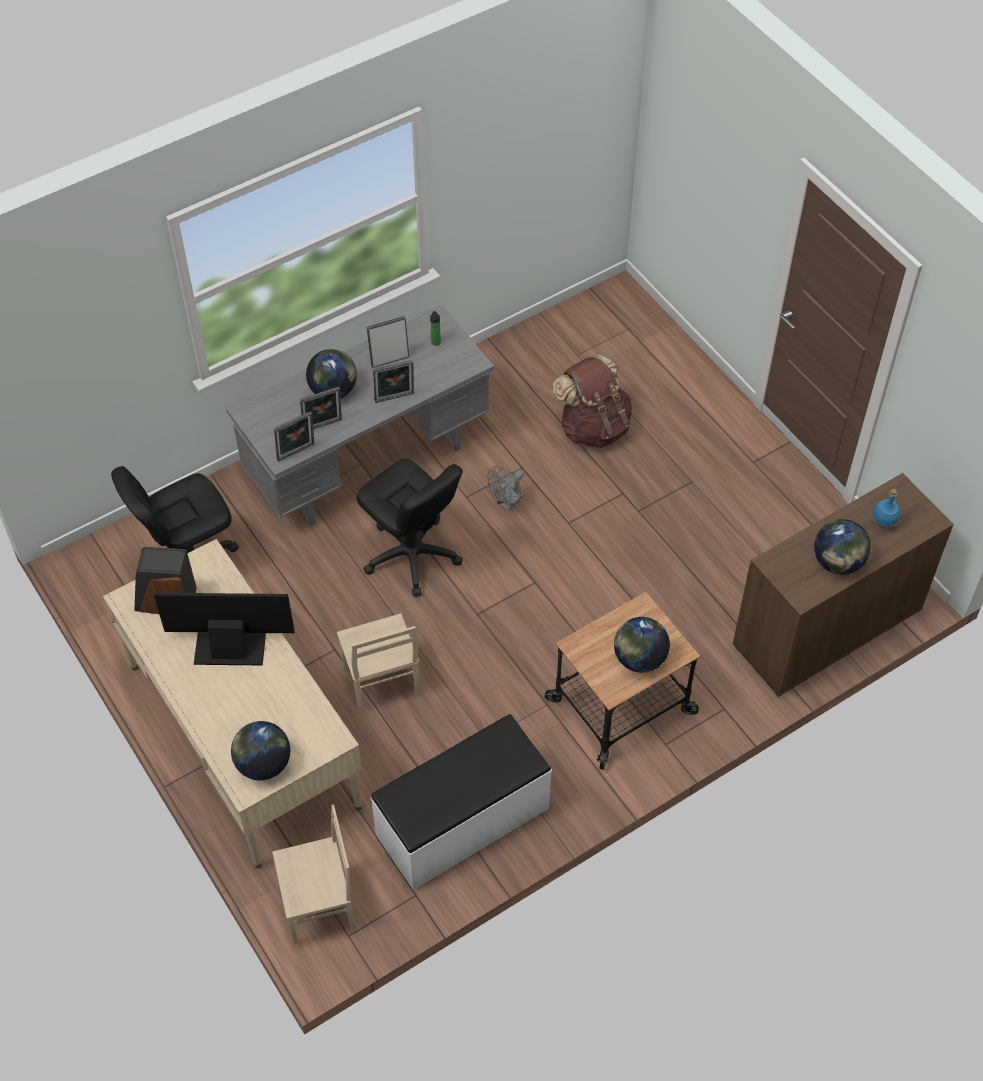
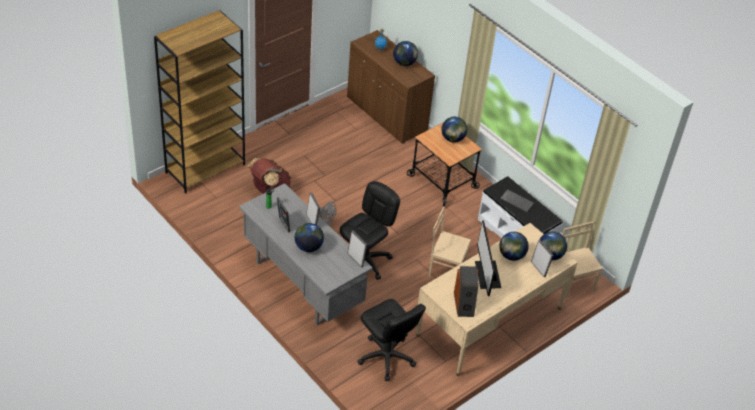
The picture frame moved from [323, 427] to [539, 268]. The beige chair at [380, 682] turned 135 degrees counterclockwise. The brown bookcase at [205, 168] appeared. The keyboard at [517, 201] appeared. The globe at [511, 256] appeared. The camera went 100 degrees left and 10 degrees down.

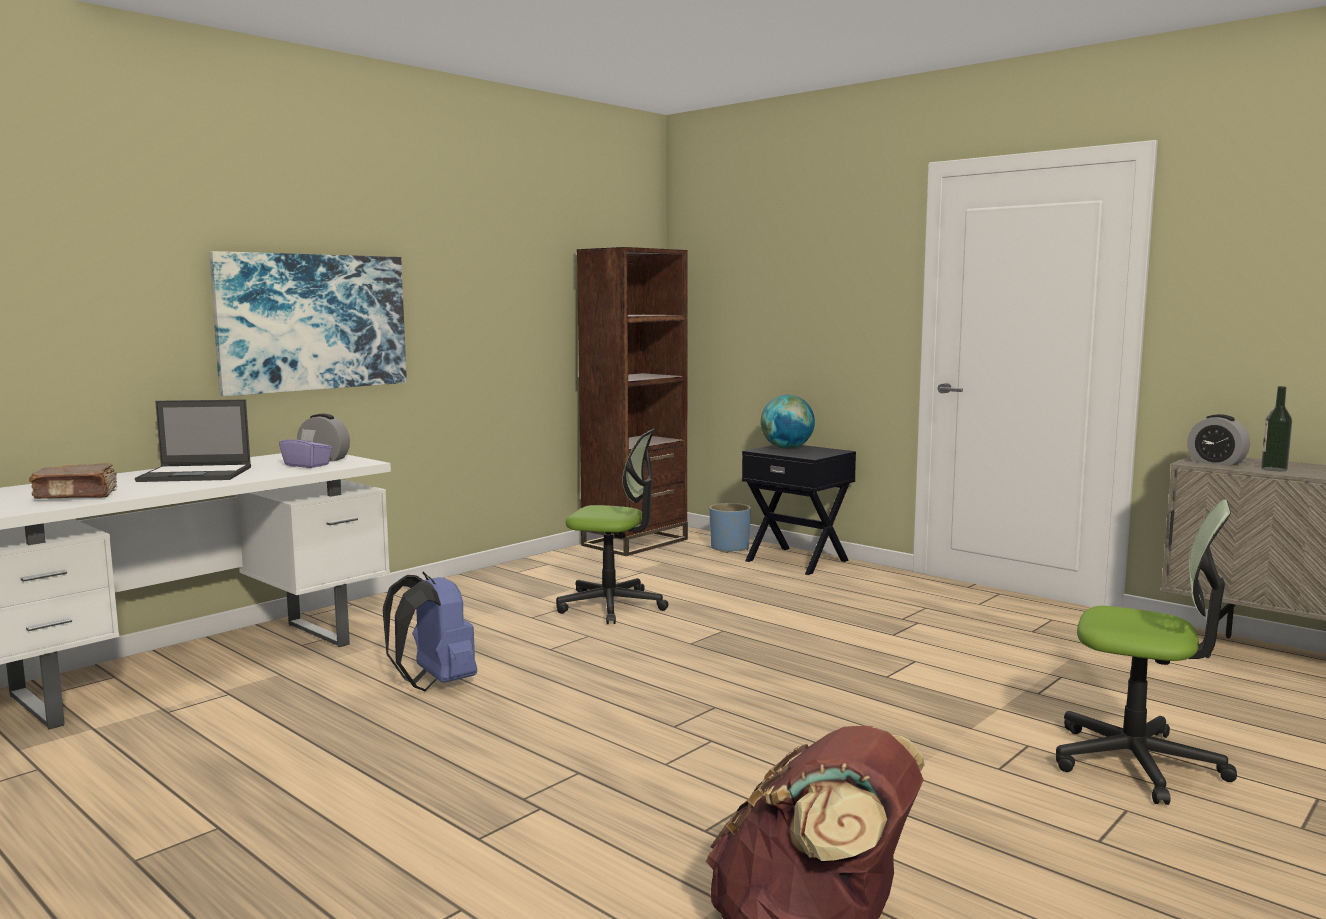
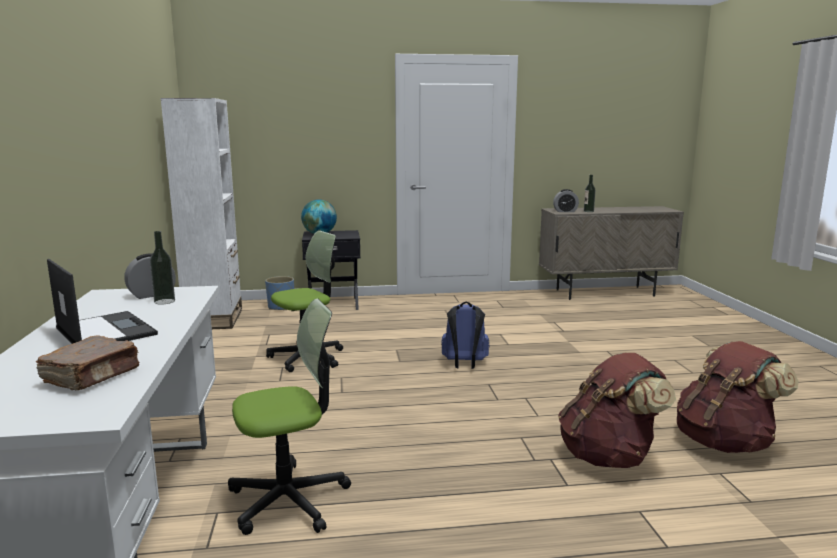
The brown bookcase at [635, 542] became the white bookcase at [214, 319]. The picture at [313, 322] disappeared. The laptop at [197, 474] turned 75 degrees counterclockwise. The purple tissue box at [307, 465] was replaced by the bottle at [164, 301]. The office chair moved from [1137, 762] to [289, 500]. The blue backpack moved from [435, 683] to [464, 365]. The brown backpack at [609, 457] appeared. The camera went 50 degrees left and 5 degrees up.

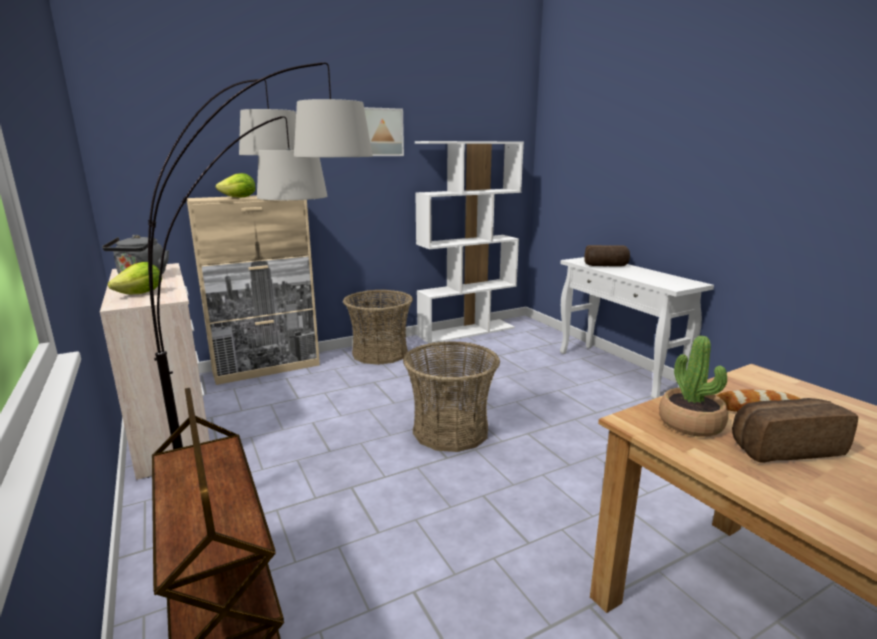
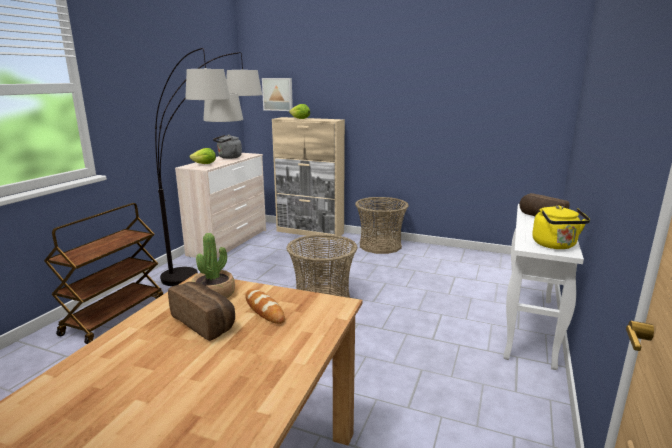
The picture moved from [380, 132] to [278, 94]. The white bookcase at [467, 331] disappeared. The yellow kettle at [555, 245] appeared. The camera went 50 degrees right and 0 degrees up.

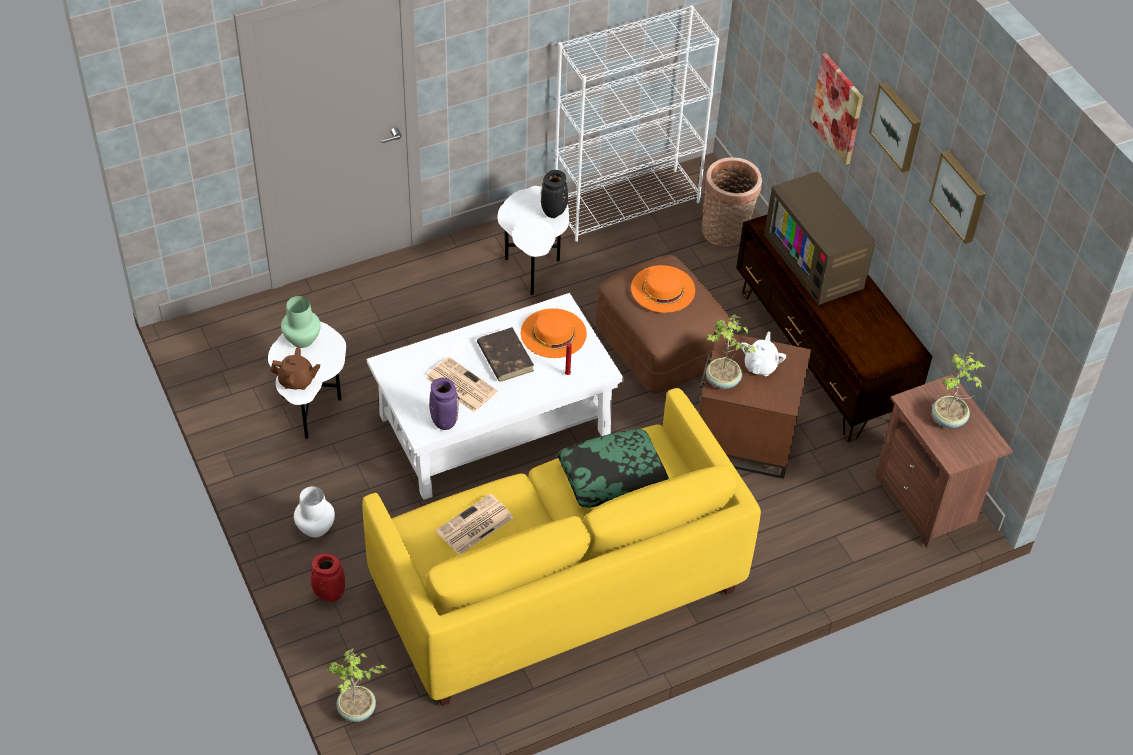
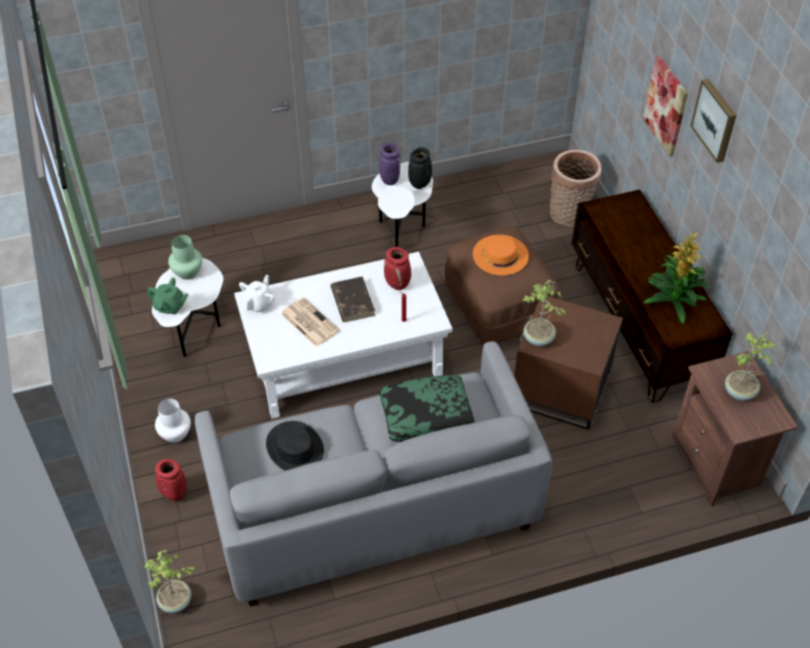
The white bookcase at [627, 204] disappeared. The picture at [960, 196] disappeared. The television at [817, 261] disappeared. The orange hat at [553, 333] was replaced by the red vase at [398, 285]. The white teapot moved from [760, 366] to [258, 304]. The brown teapot at [296, 381] became the green teapot at [170, 306]. The purple vase moved from [443, 421] to [389, 179]. The yellow sofa at [557, 586] became the grey sofa at [372, 507]. The newspaper at [474, 525] was replaced by the black hat at [294, 448]. The potted plant at [674, 299] appeared. The camera went 10 degrees right and 0 degrees up.

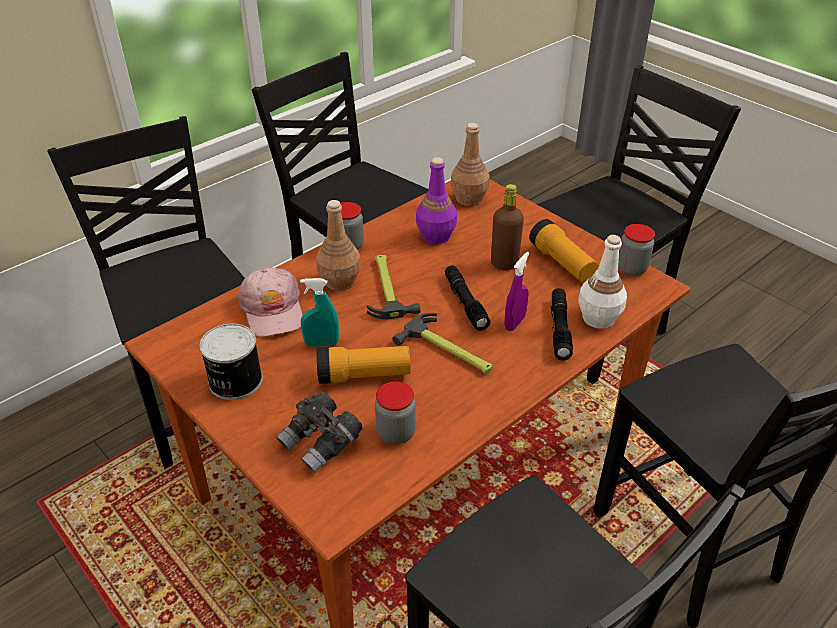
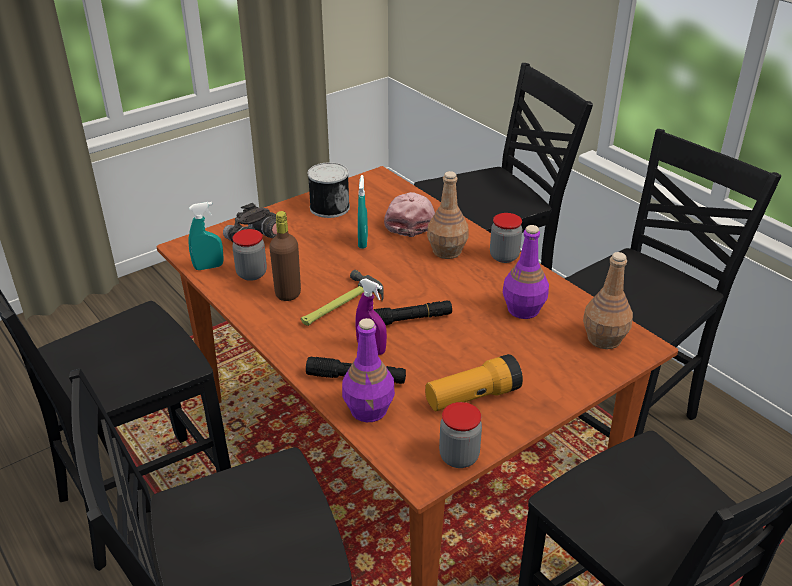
The brown bottle moved from [504, 263] to [288, 294]. The white bottle at [598, 318] became the purple bottle at [369, 410]. The hammer at [387, 288] disappeared. The pink cap at [273, 310] turned 105 degrees clockwise. The flashlight at [364, 375] disappeared. The turquoise spray bottle at [208, 267] appeared. The camera went 95 degrees right and 5 degrees down.

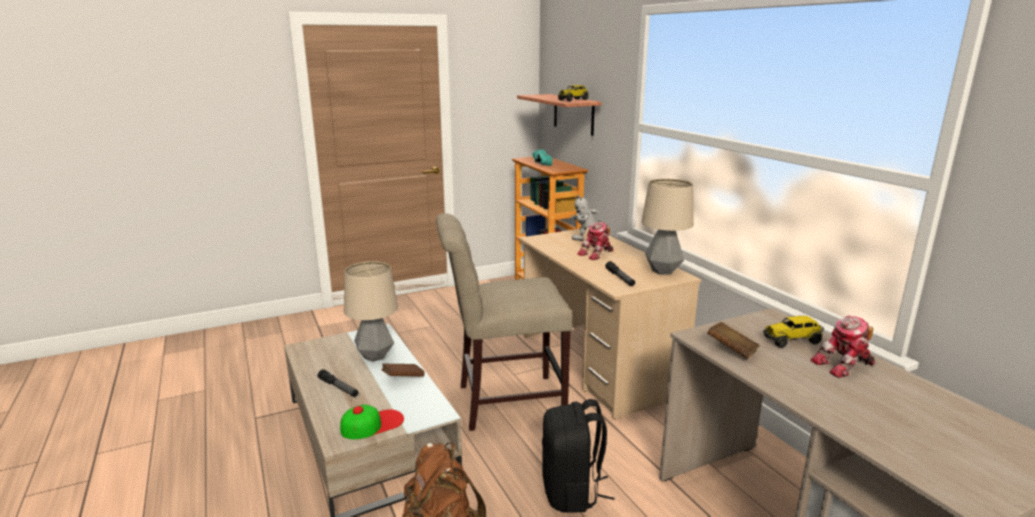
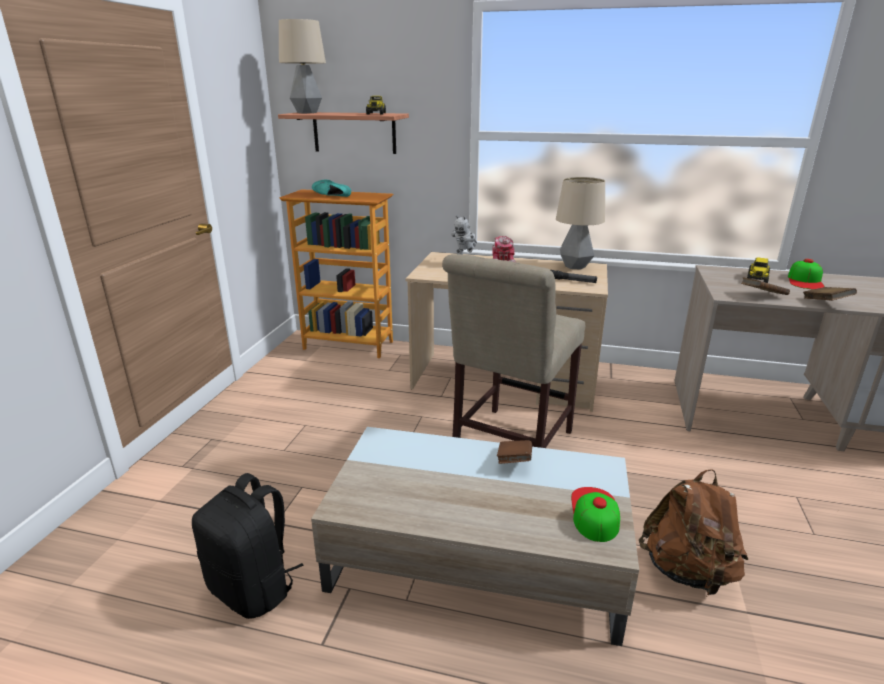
The table lamp moved from [375, 356] to [307, 112]. The toy robot at [845, 365] was replaced by the cap at [805, 281]. The flashlight at [338, 388] disappeared. The black backpack moved from [572, 492] to [254, 588]. The brown book at [825, 303] appeared. The camera went 50 degrees left and 5 degrees up.

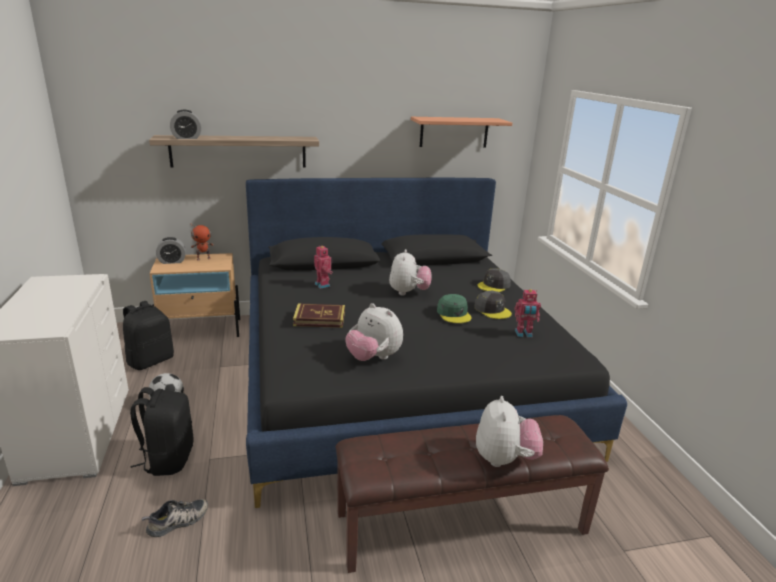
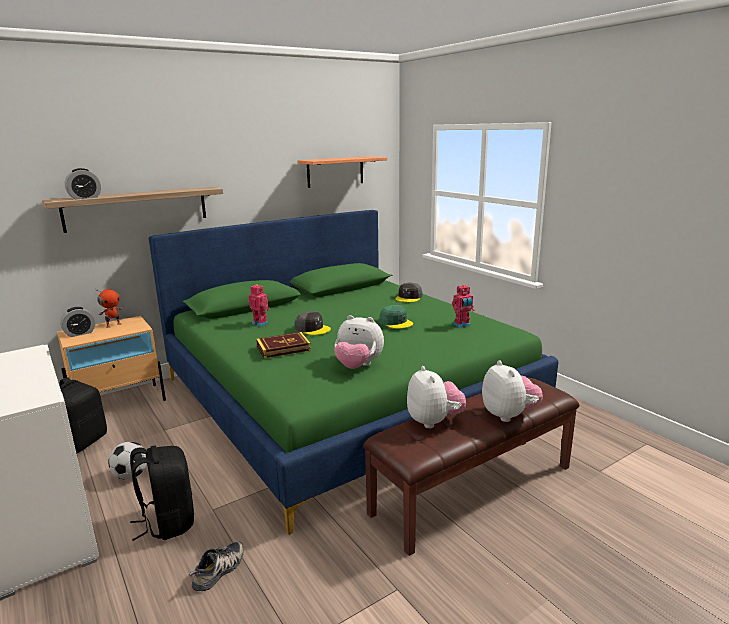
The black bed at [398, 375] became the green bed at [345, 396]. The plush toy moved from [408, 292] to [434, 421]. The grey cap moved from [492, 310] to [312, 329]. The camera went 20 degrees left and 5 degrees down.

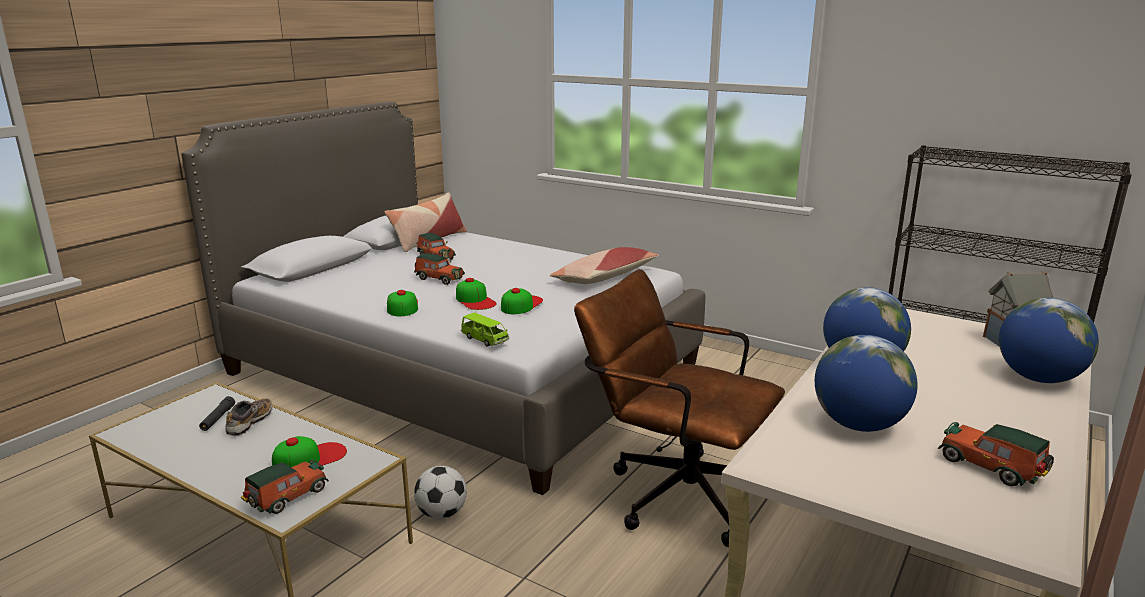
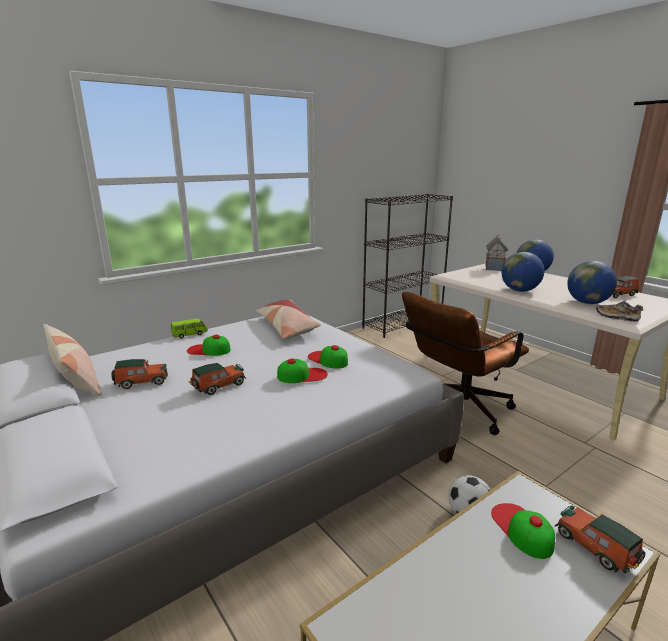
The cap moved from [402, 306] to [208, 350]. The green toy car moved from [484, 340] to [189, 334]. The black flashlight at [218, 418] disappeared. The shoe moved from [250, 423] to [617, 317]. The camera went 70 degrees left and 0 degrees up.

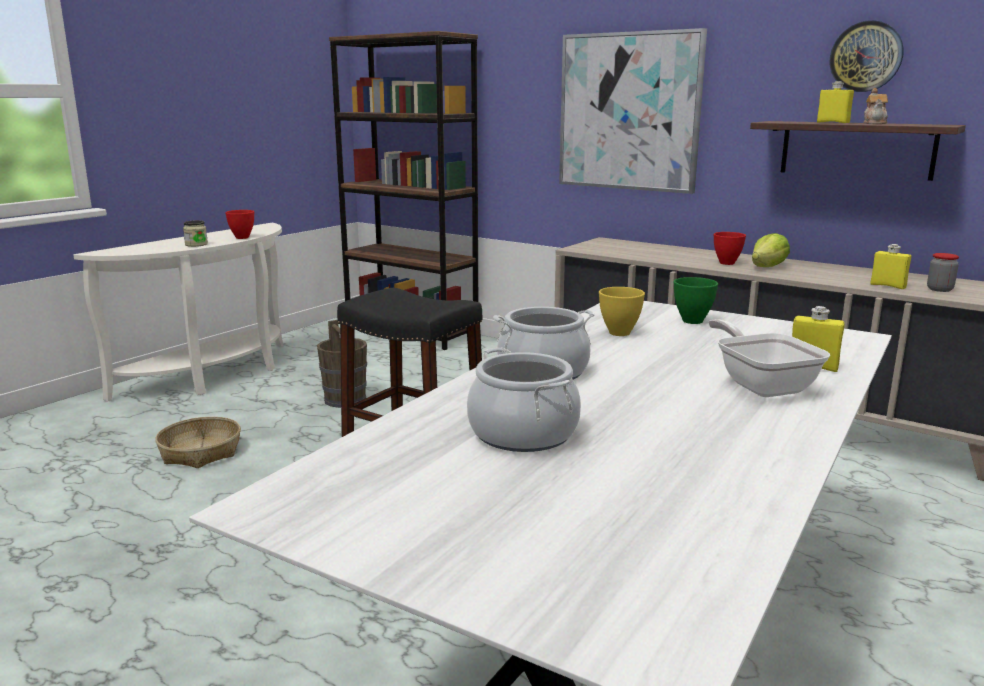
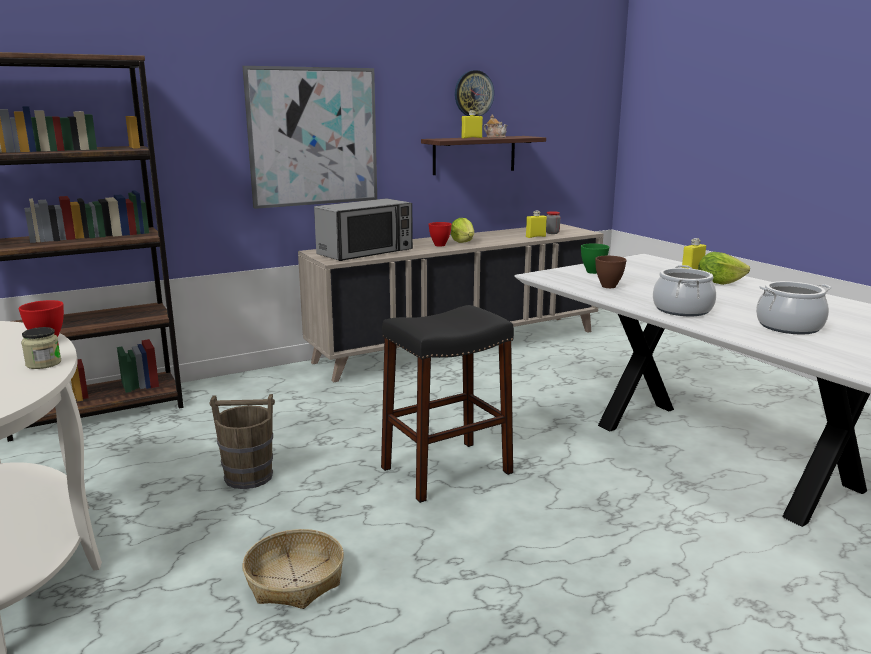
The yellow bowl at [619, 333] became the brown bowl at [609, 286]. The frying pan at [761, 385] was replaced by the lettuce at [719, 282]. The microwave at [366, 252] appeared. The camera went 65 degrees left and 0 degrees up.

